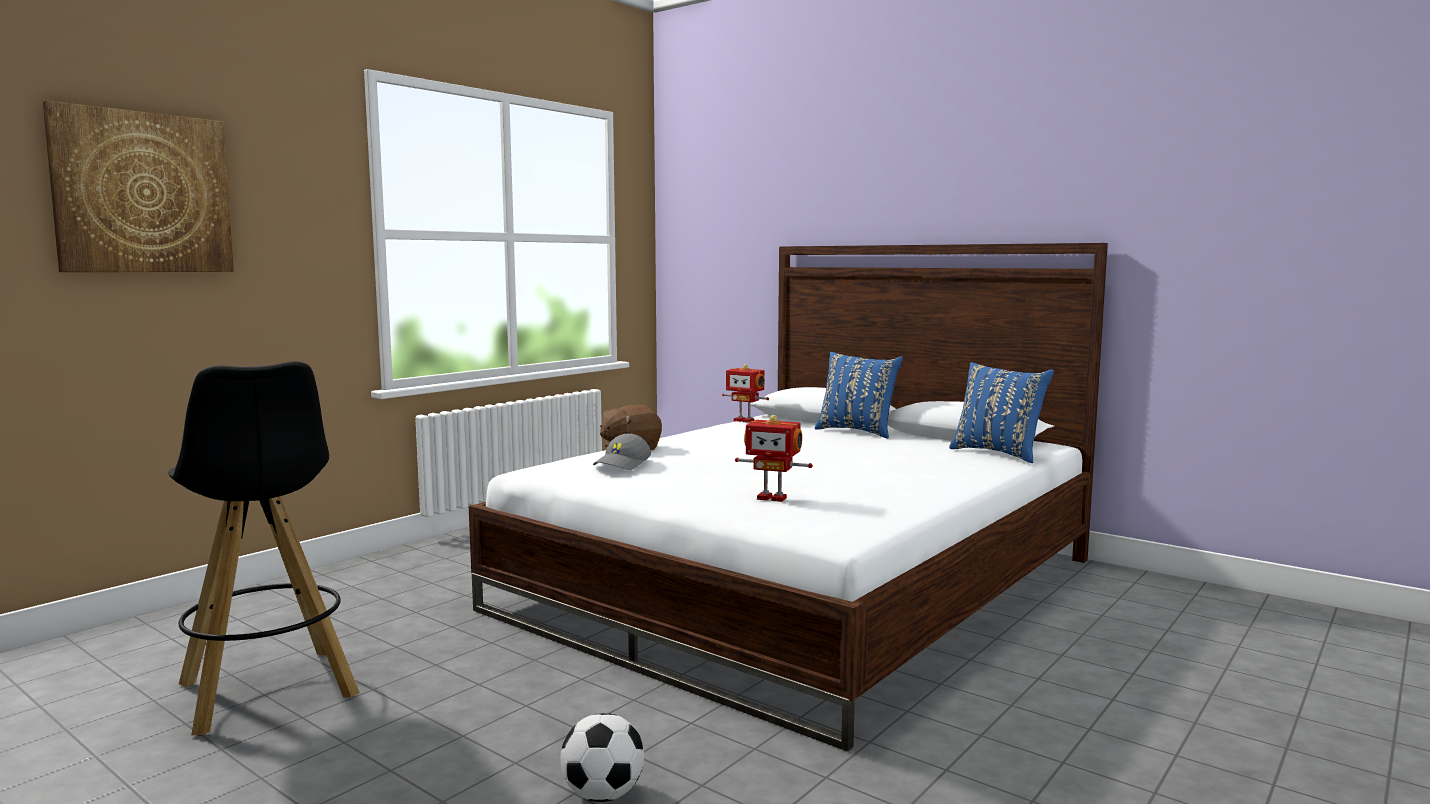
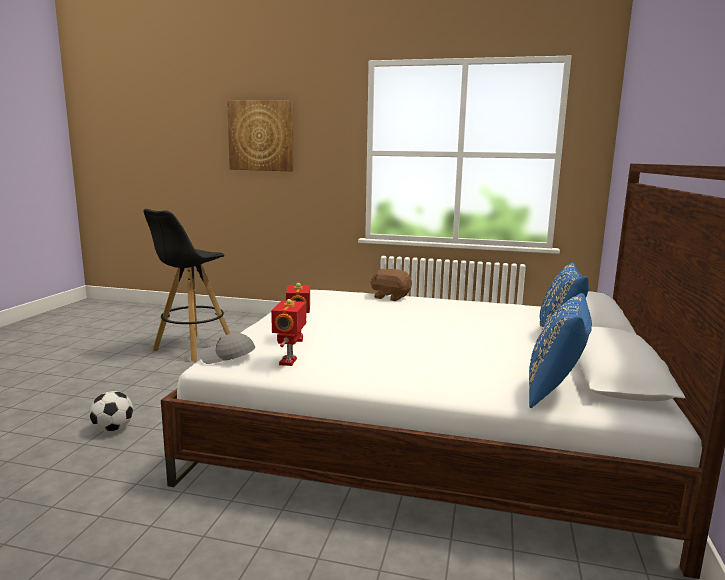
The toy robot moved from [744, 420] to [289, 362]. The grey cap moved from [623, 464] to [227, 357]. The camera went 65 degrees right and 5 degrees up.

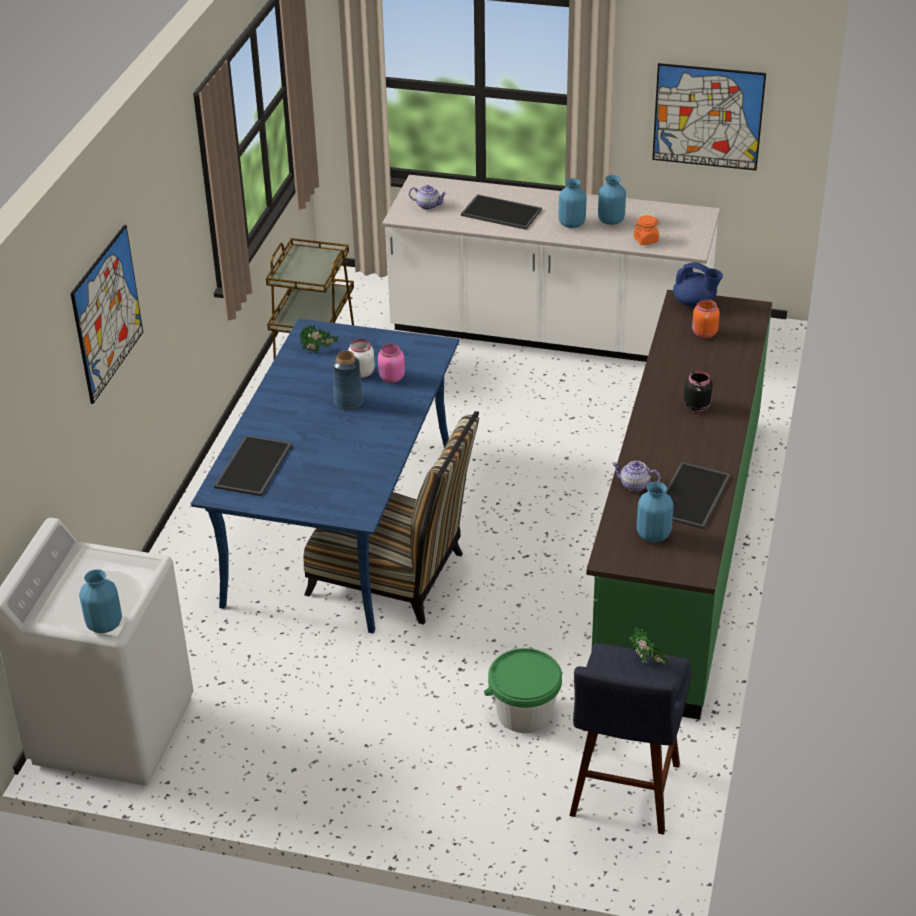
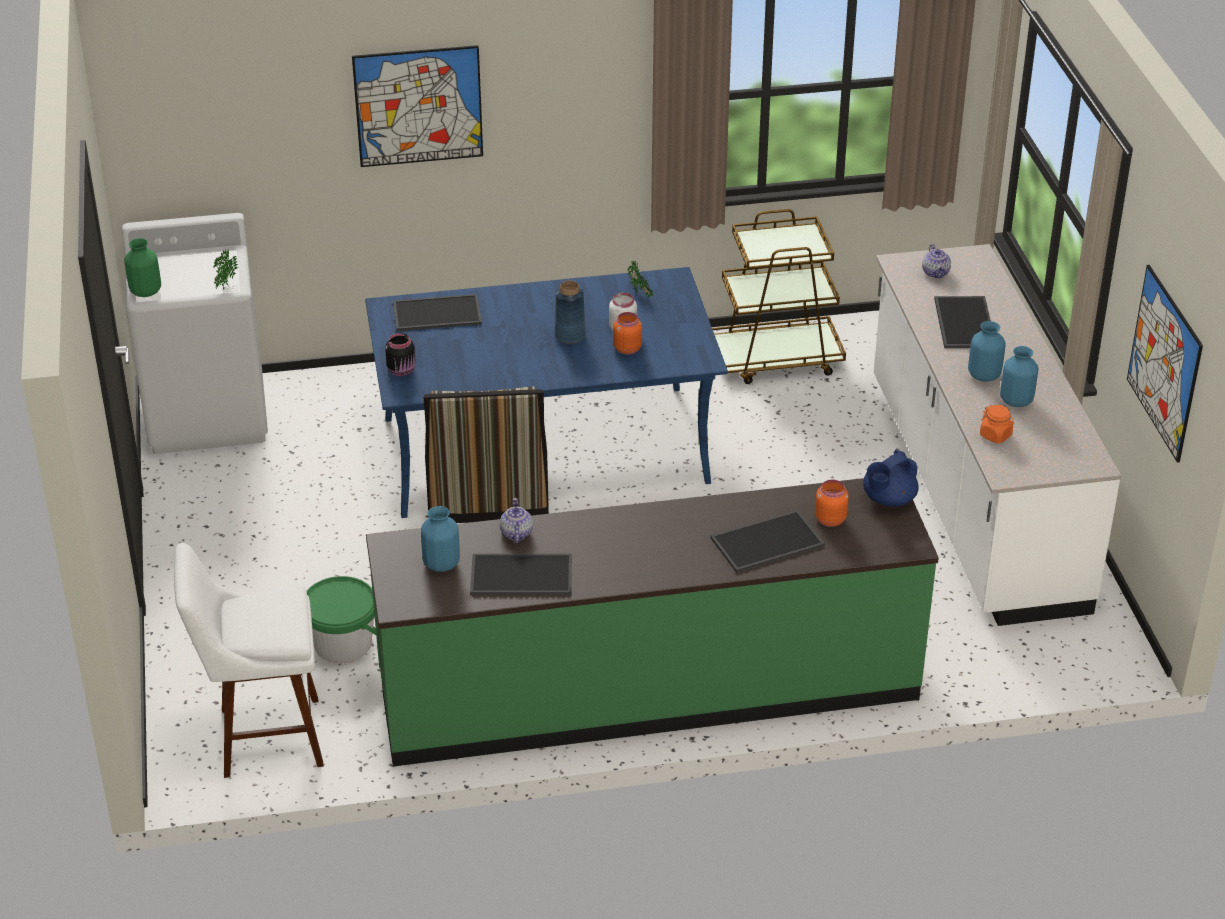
The blue teapot at [695, 303] turned 45 degrees clockwise. The pink jar at [391, 378] became the orange jar at [626, 349]. The black jar moved from [697, 406] to [402, 370]. The blue vase at [105, 625] became the green vase at [145, 292]. The potted plant moved from [648, 663] to [225, 285]. The blue stool at [623, 796] became the white stool at [262, 738]. The tray at [767, 543] appeared. The camera went 65 degrees right and 0 degrees up.

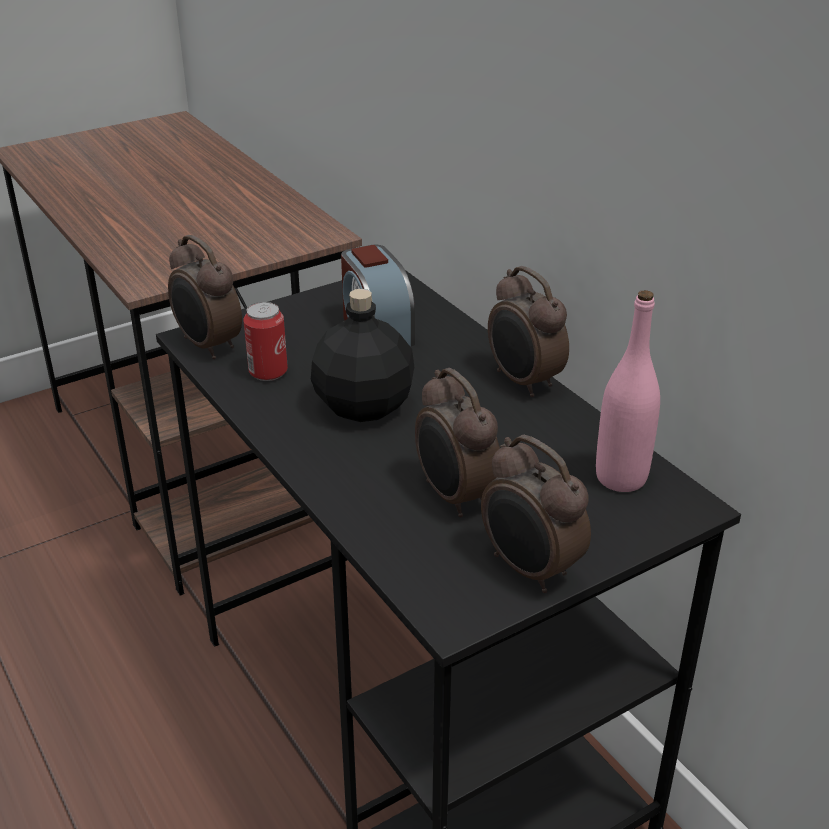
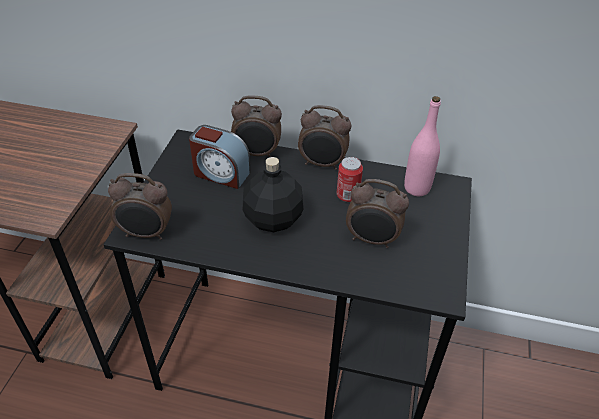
The can moved from [268, 372] to [347, 195]. The alarm clock moved from [529, 570] to [257, 154]. The camera went 45 degrees left and 10 degrees up.

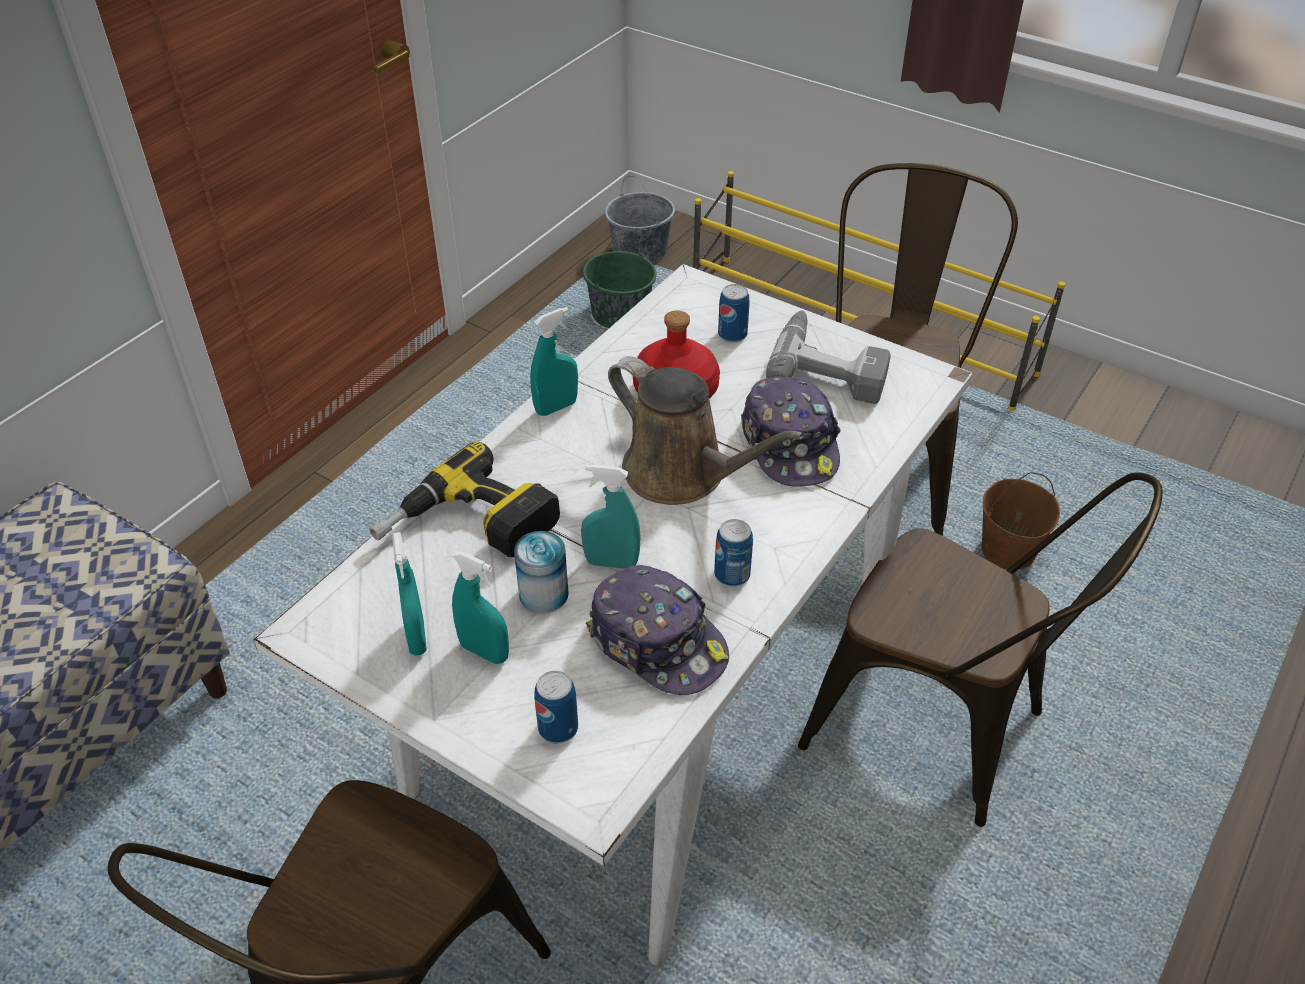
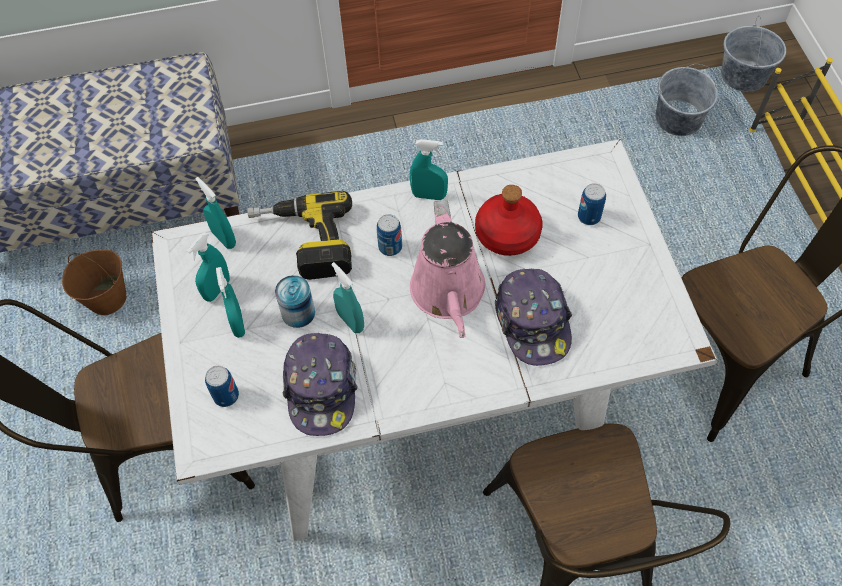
The green bucket at [620, 314] became the grey bucket at [678, 119]. The power drill at [830, 366] disappeared. The brown watering can at [682, 474] became the pink watering can at [448, 294]. The cap at [790, 444] turned 45 degrees counterclockwise. The brown bucket moved from [1007, 551] to [108, 298]. The can moved from [732, 575] to [390, 247]. The turquoise spray bottle at [224, 238] appeared. The camera went 45 degrees right and 15 degrees up.

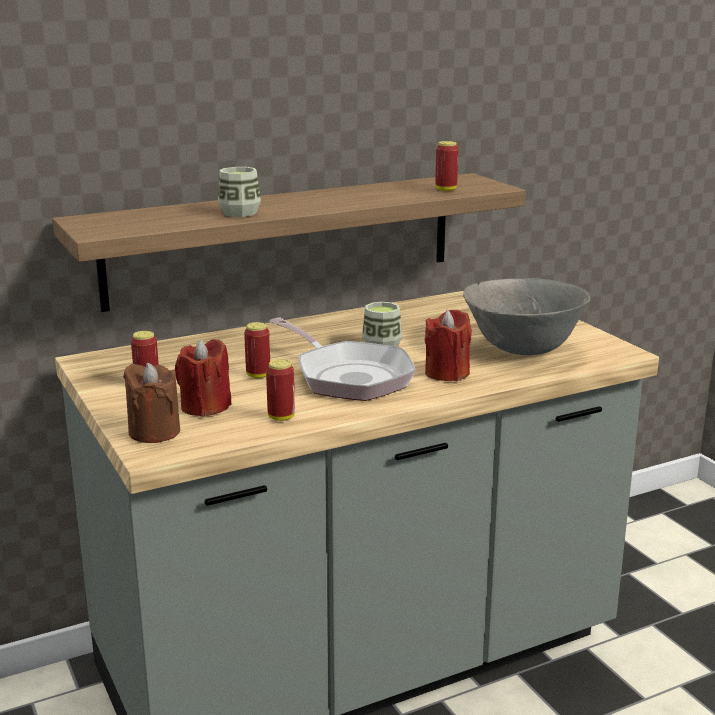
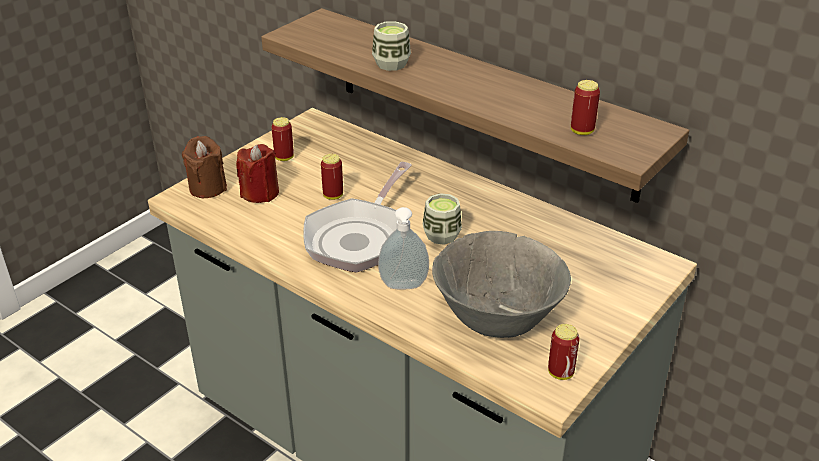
The red candle at [447, 373] was replaced by the soap dispenser at [403, 287]. The can moved from [281, 417] to [560, 373]. The camera went 65 degrees right and 15 degrees up.

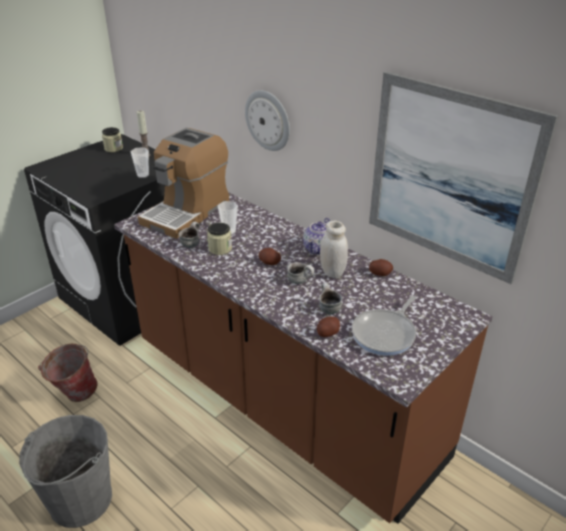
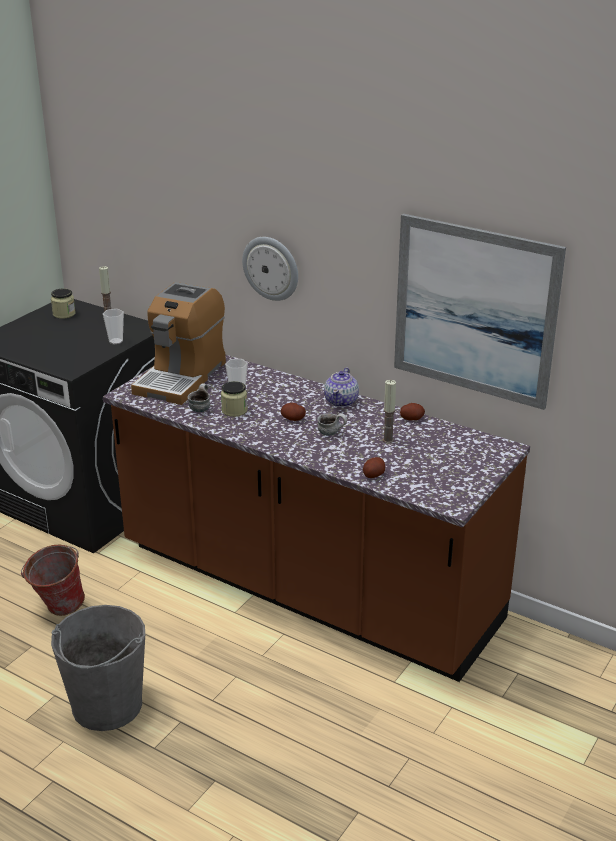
The white jar at [332, 272] disappeared. The mug at [328, 308] disappeared. The frying pan at [385, 334] disappeared. The candle at [388, 440] appeared. The camera went 10 degrees left and 5 degrees down.

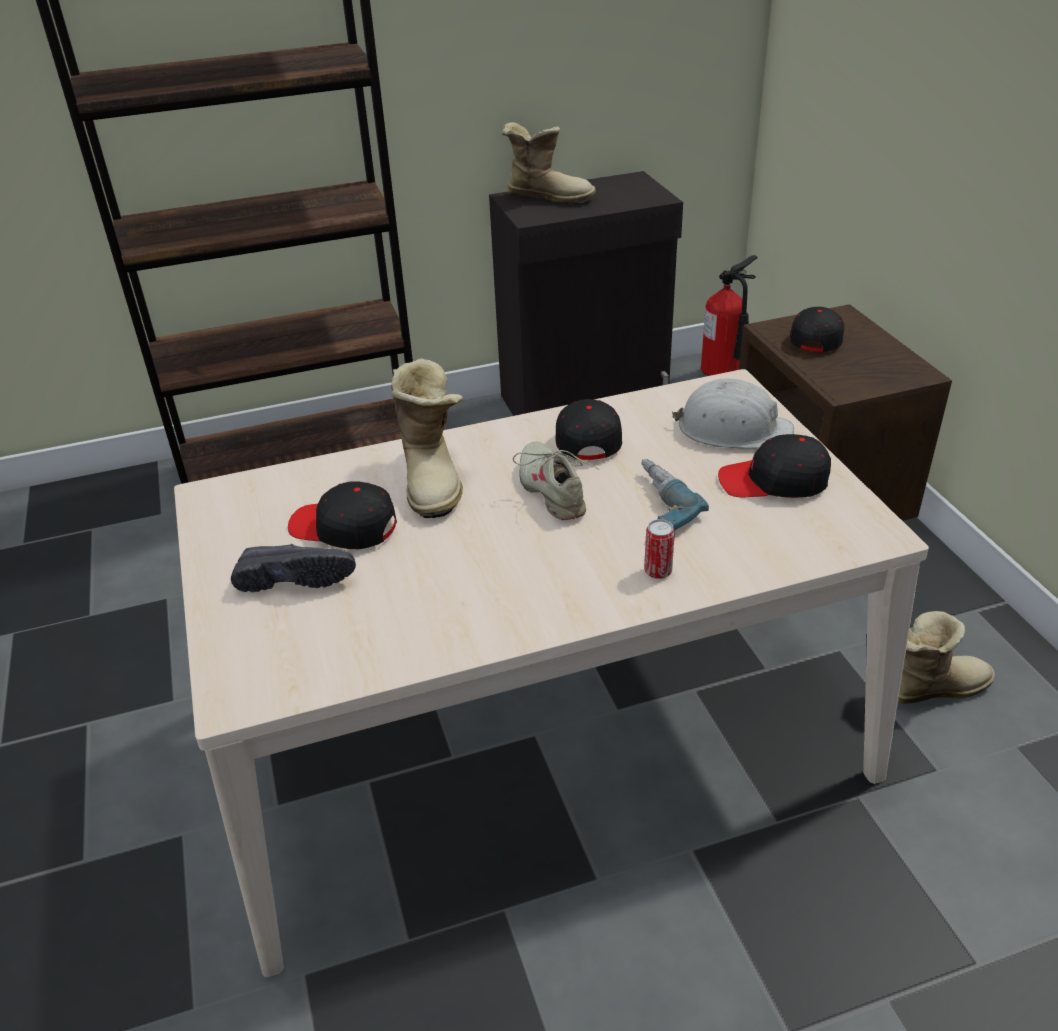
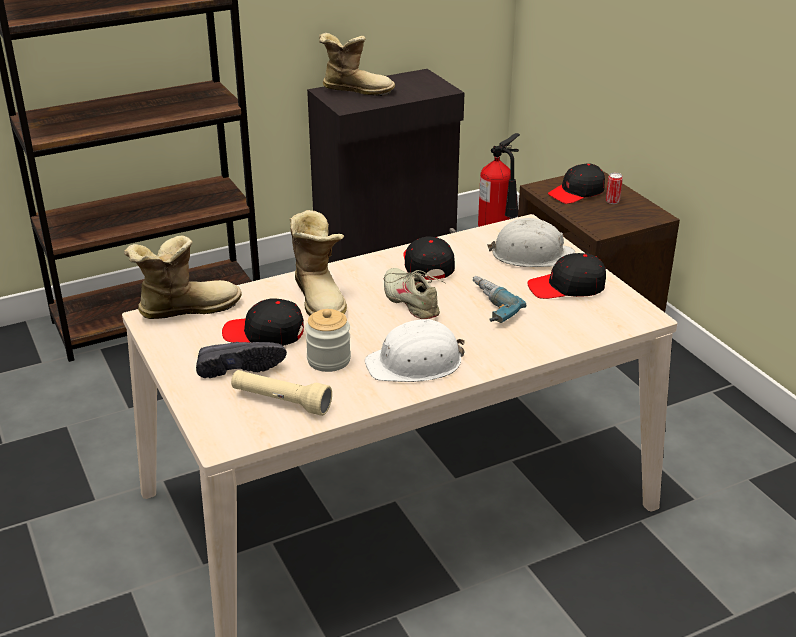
The black cap at [816, 337] turned 135 degrees counterclockwise. The can moved from [658, 571] to [612, 201]. The boot moved from [929, 686] to [186, 308]. The jar at [329, 360] appeared. The white hard hat at [415, 363] appeared. The beige flashlight at [281, 402] appeared. The camera went 10 degrees left and 5 degrees down.

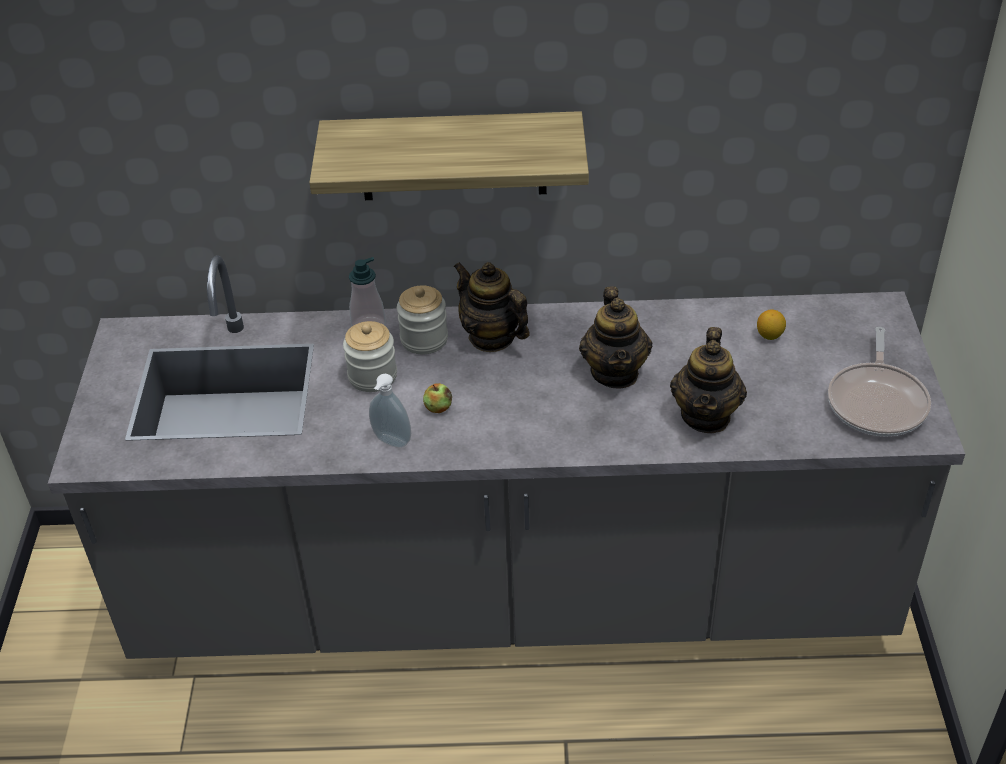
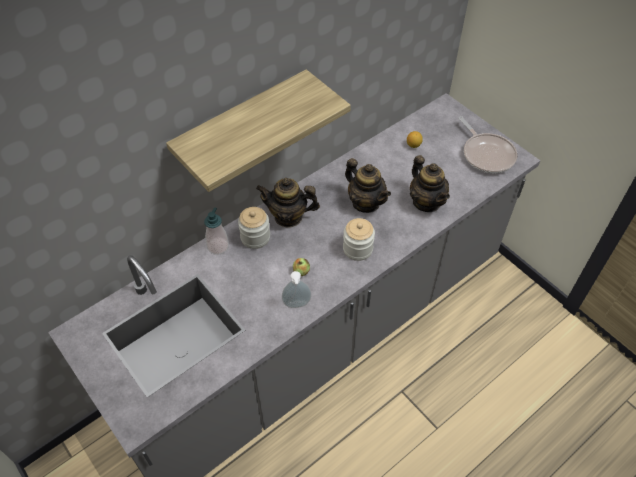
The jar moved from [372, 376] to [357, 249]. The camera went 40 degrees left and 10 degrees up.

